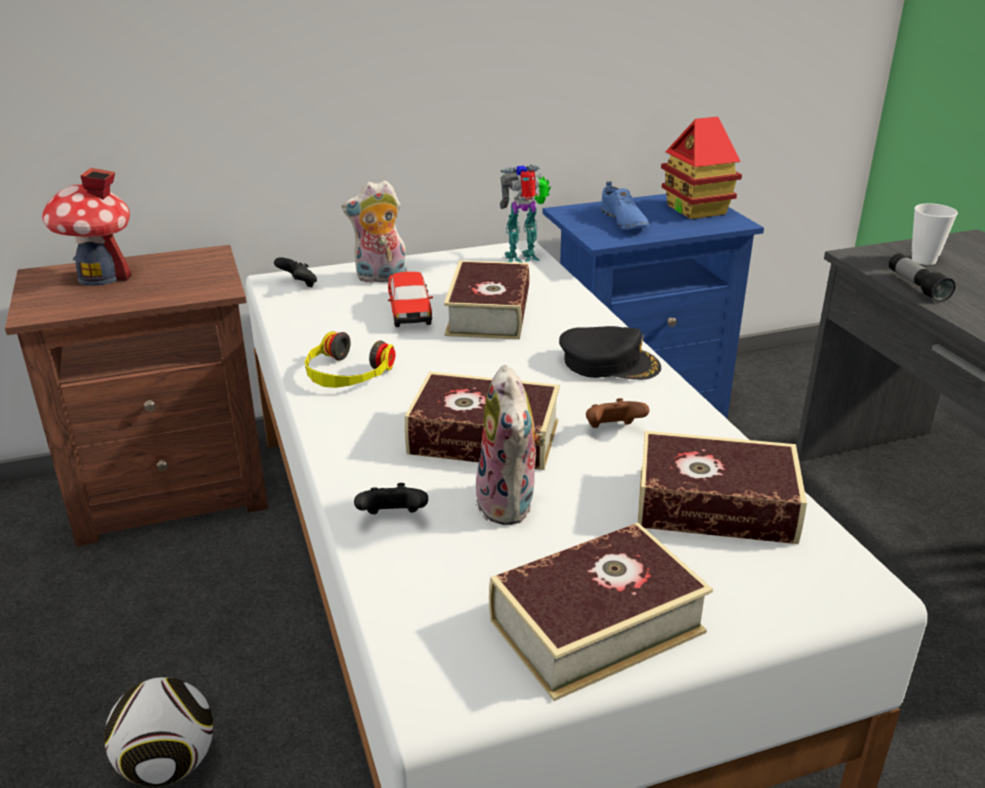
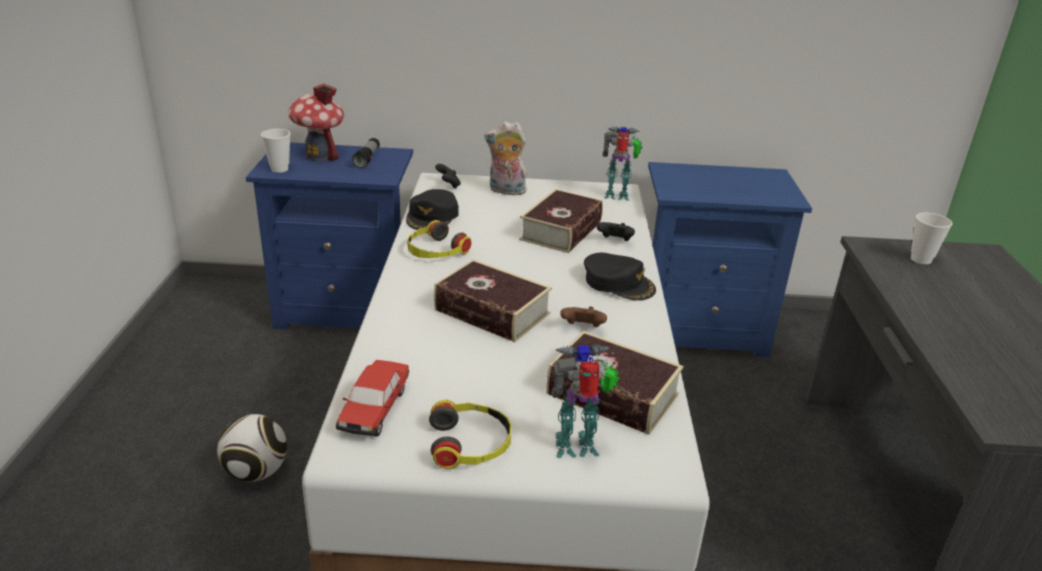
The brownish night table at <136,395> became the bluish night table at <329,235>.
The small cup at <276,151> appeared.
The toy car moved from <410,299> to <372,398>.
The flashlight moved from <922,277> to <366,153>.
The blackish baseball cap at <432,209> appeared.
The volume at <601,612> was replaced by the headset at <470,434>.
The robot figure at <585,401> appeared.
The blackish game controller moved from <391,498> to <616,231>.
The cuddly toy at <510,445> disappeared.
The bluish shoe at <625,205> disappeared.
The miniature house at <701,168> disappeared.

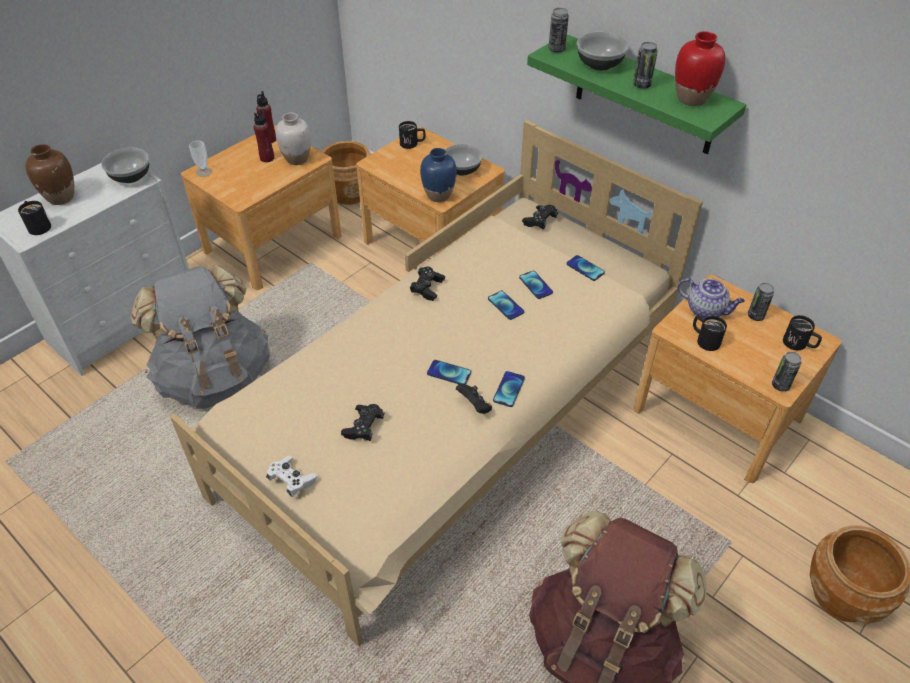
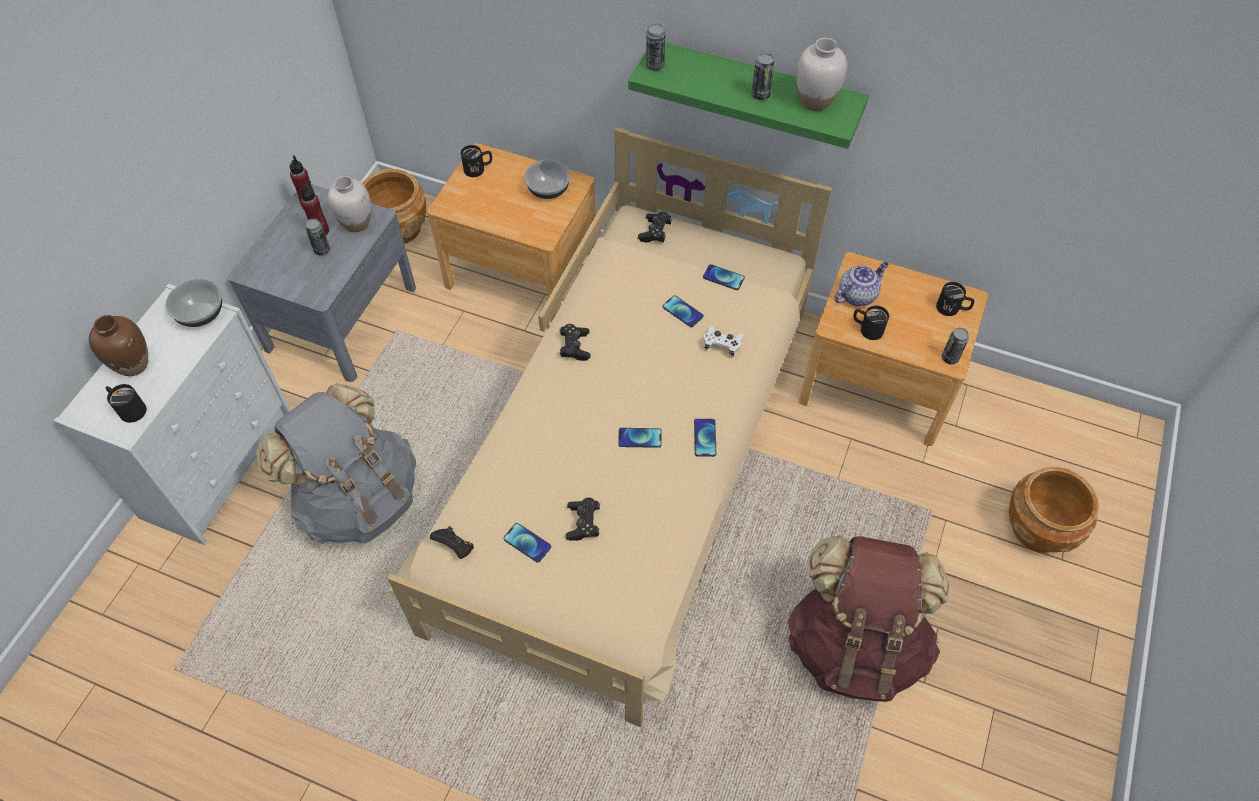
The brownish night table at <261,207> became the greyish night table at <322,283>.
The can moved from <761,302> to <317,237>.
The blackish game controller moved from <474,399> to <452,542>.
The phone moved from <506,305> to <527,543>.
The white game controller moved from <291,476> to <724,341>.
The red-coloured decorative vase at <700,68> became the white decorative vase at <822,74>.
The teapot at <711,298> turned 45 degrees counterclockwise.
The small cup at <200,159> disappeared.
The bluish decorative vase at <438,175> disappeared.
The deep dish at <603,51> disappeared.

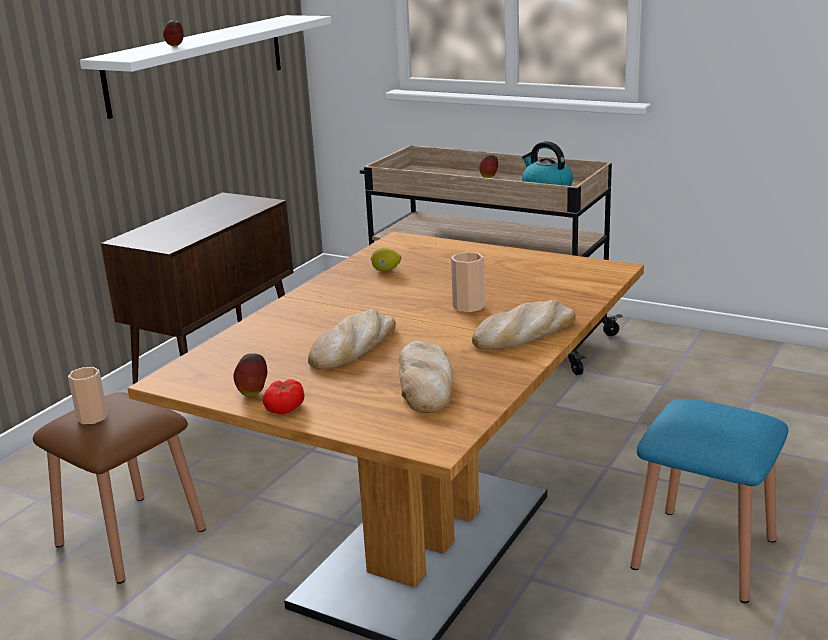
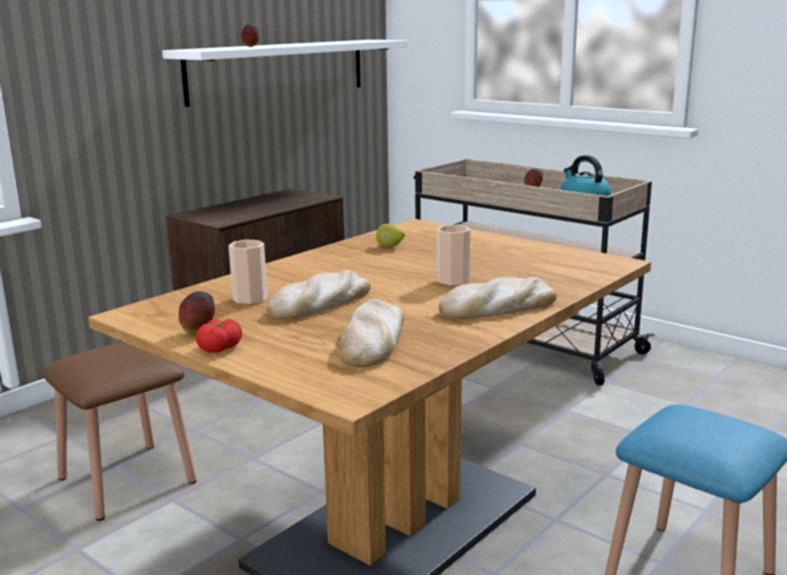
The small cup moved from <88,395> to <248,272>.

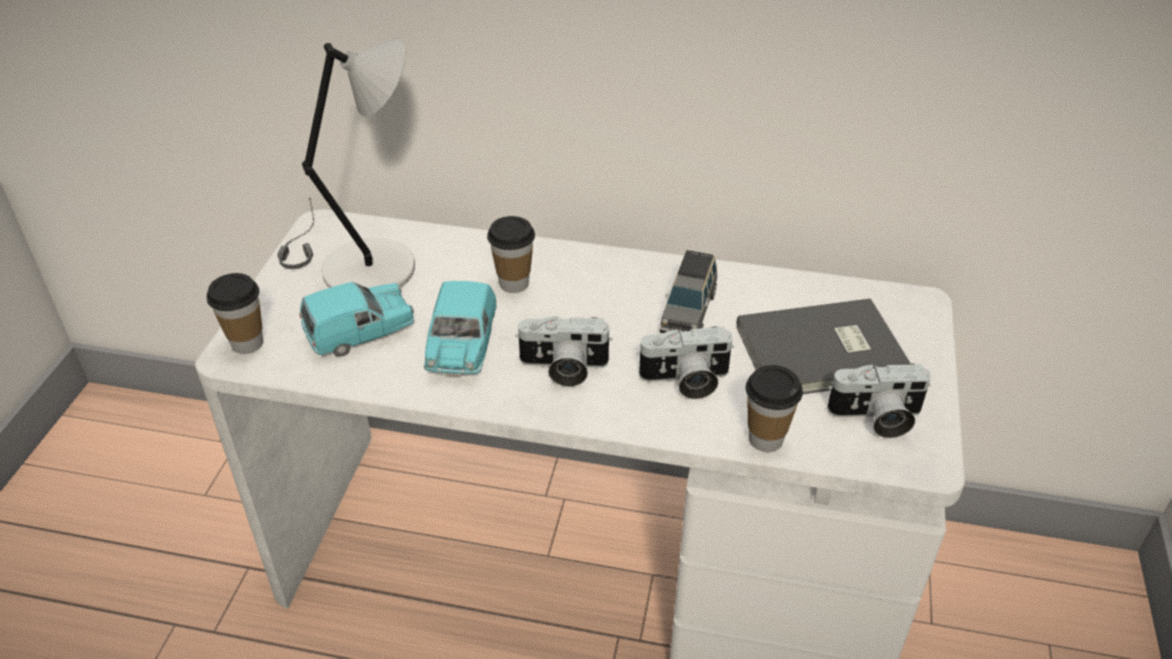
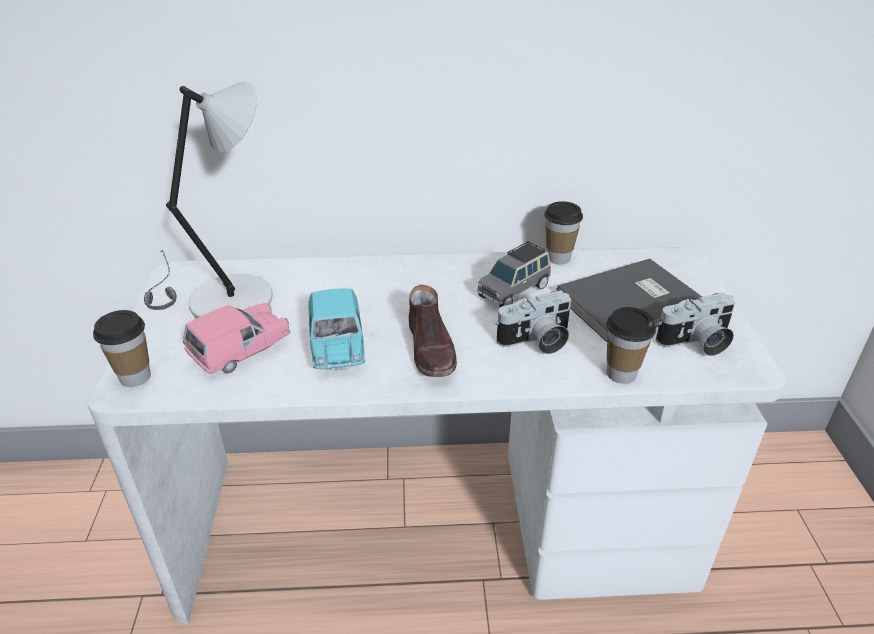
The blue-green toy car at <356,319> became the pink-coloured toy car at <236,338>.
The photo camera at <564,351> was replaced by the brownish shoe at <433,331>.
The greyish toy car at <688,291> turned 45 degrees clockwise.
The small cup moved from <511,254> to <563,232>.

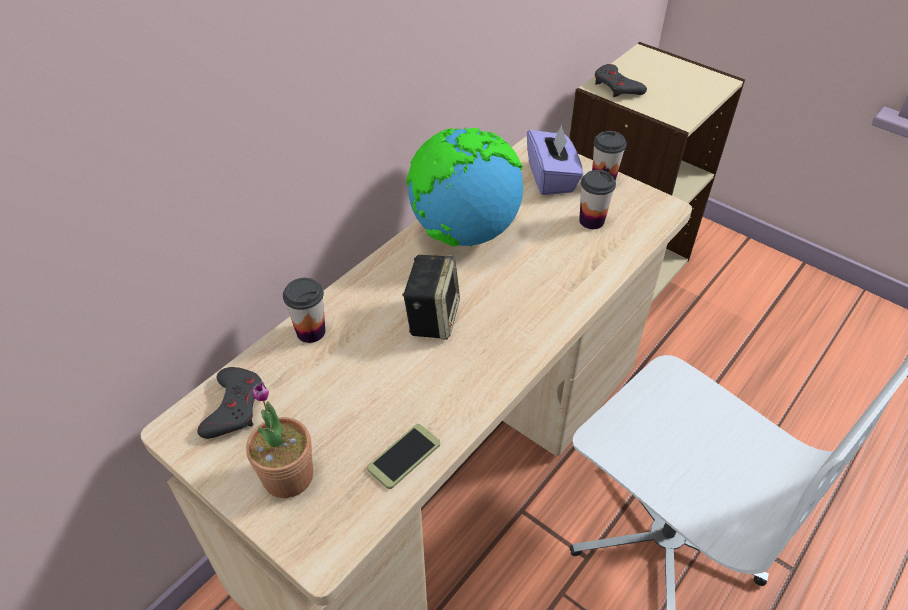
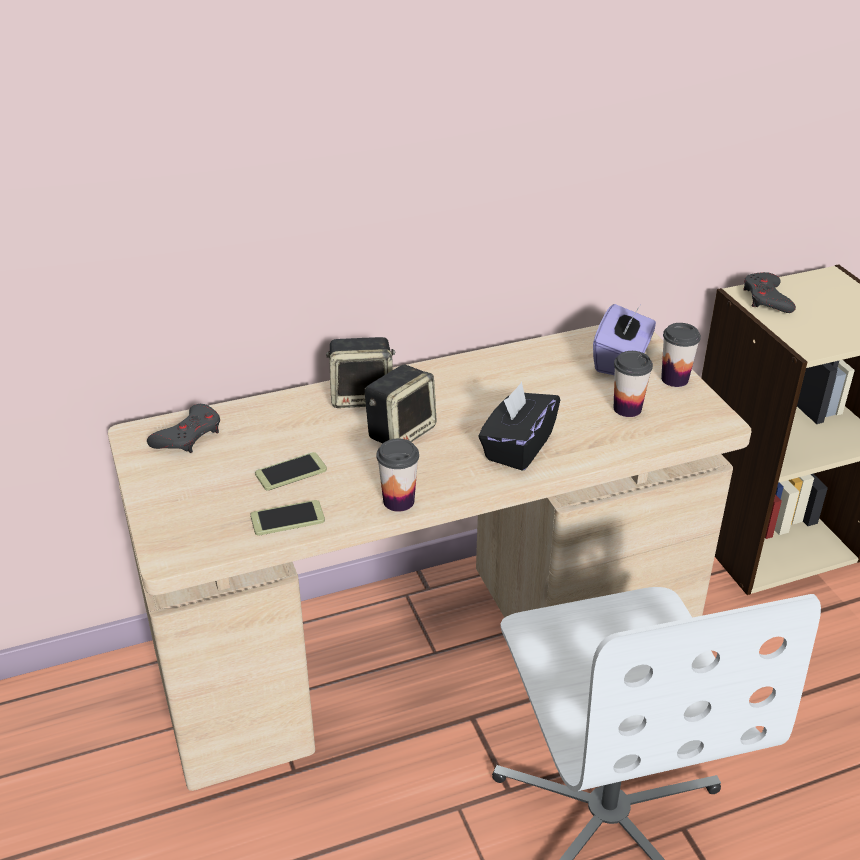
The phone at <291,471> appeared.
The audio speaker at <360,372> appeared.
The small cup moved from <304,310> to <397,475>.
The blackish tissue box at <519,426> appeared.
The potted plant at <279,439> disappeared.
The world globe at <464,187> disappeared.

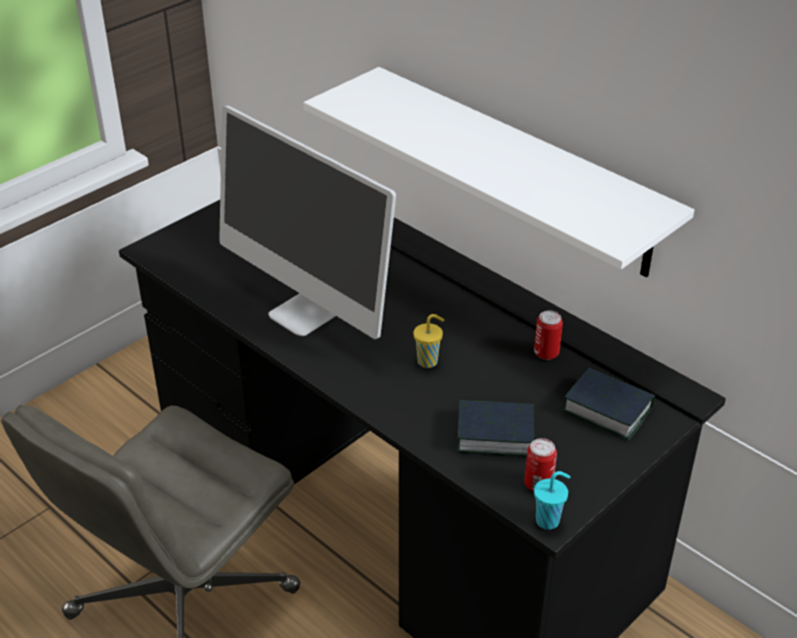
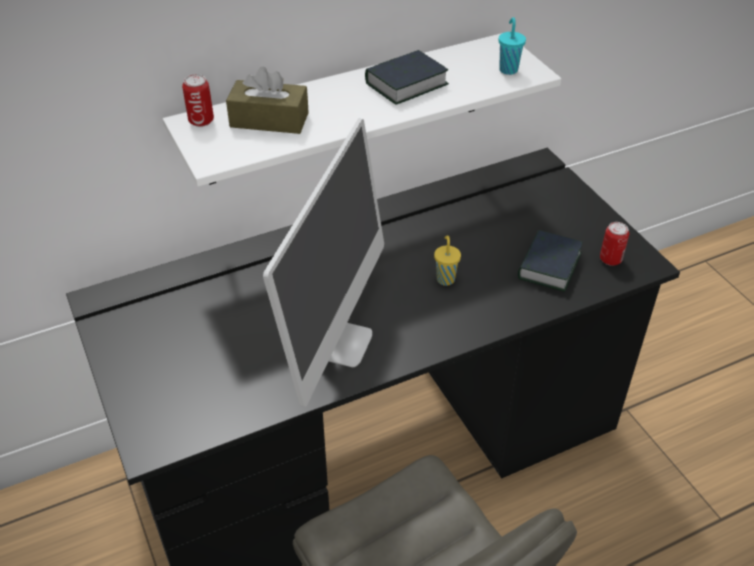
The can moved from <548,335> to <198,100>.
The brownish tissue box at <267,100> appeared.
The computer screen at <307,222> turned 45 degrees counterclockwise.
The volume moved from <609,404> to <407,77>.
The blue-green small cup moved from <552,500> to <512,46>.

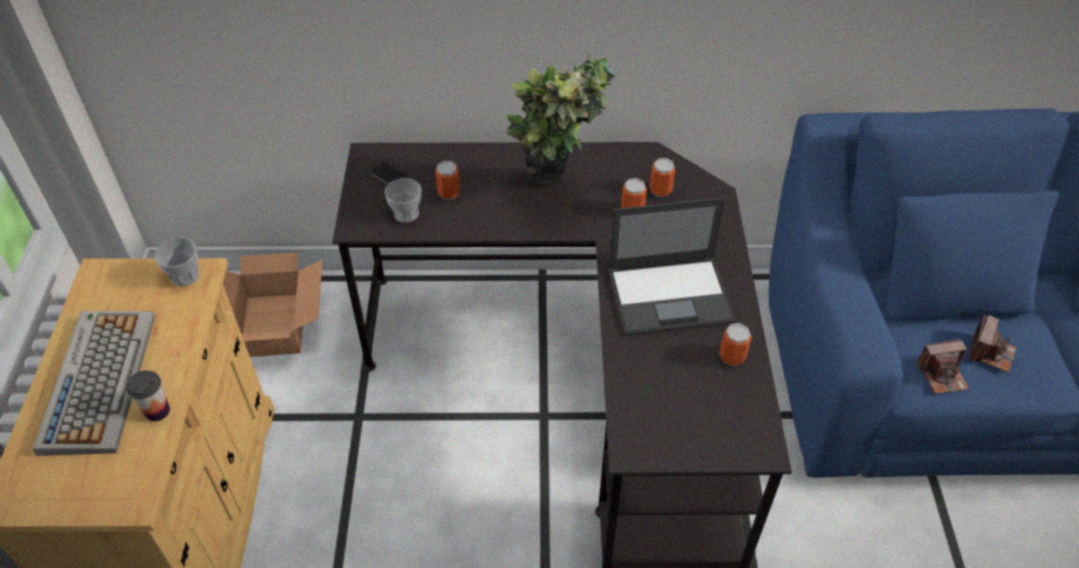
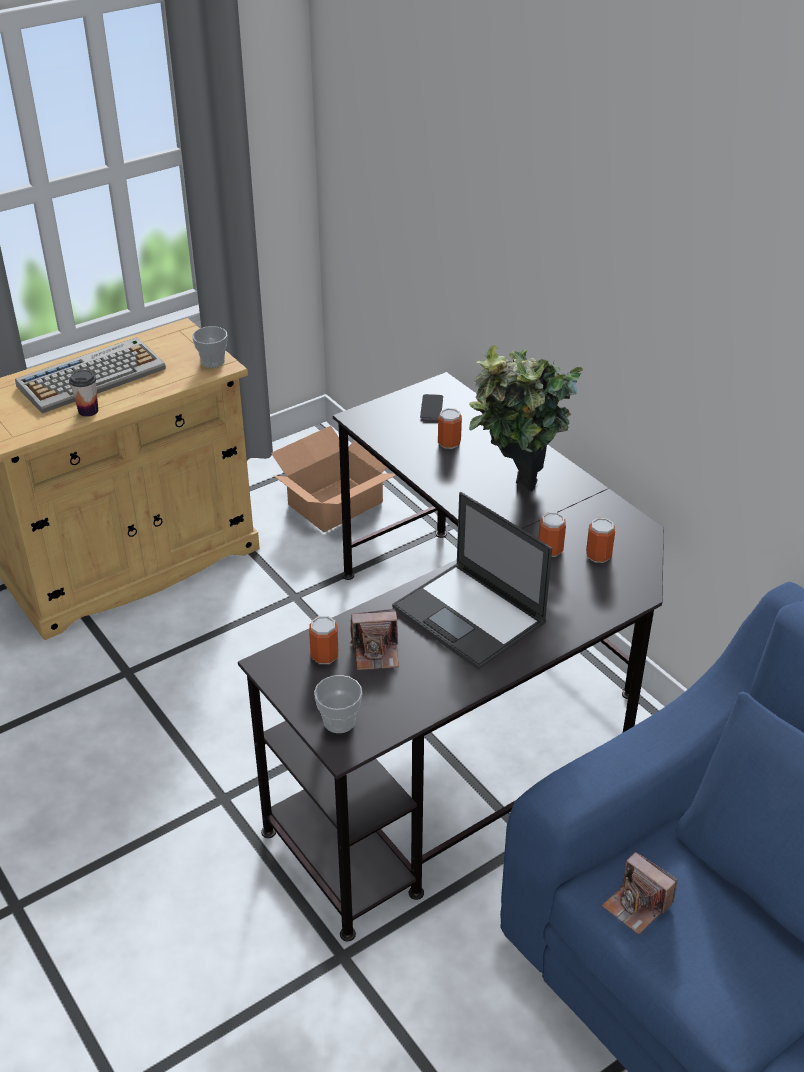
The can moved from <735,344> to <323,640>.
The small cup moved from <403,200> to <338,704>.
The photo camera moved from <992,343> to <374,639>.

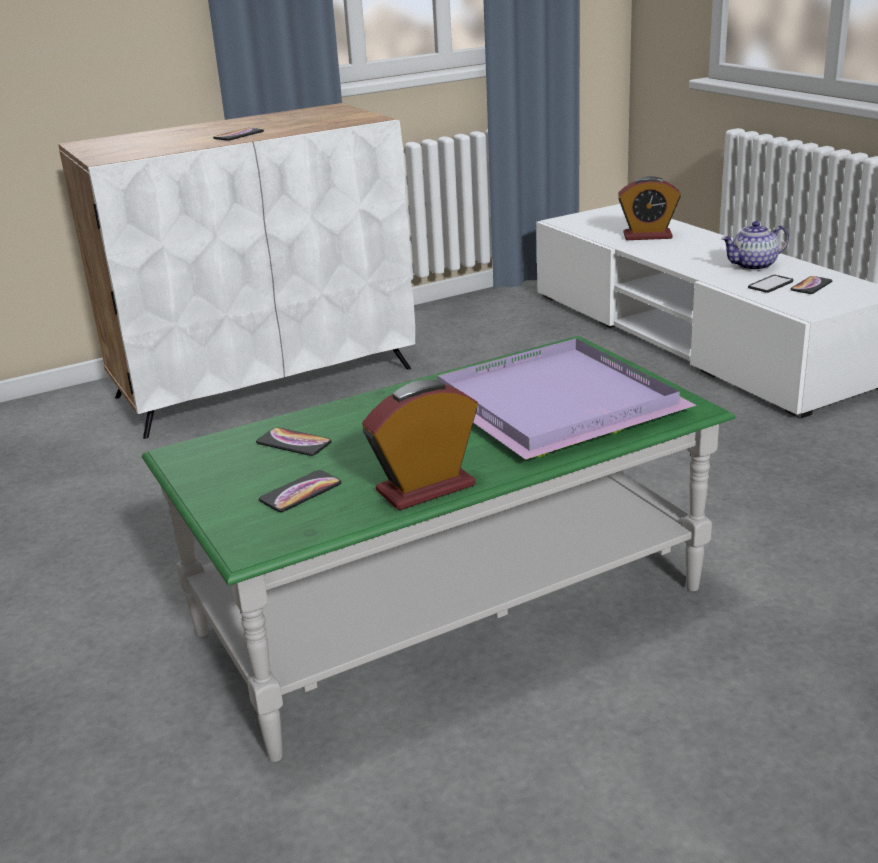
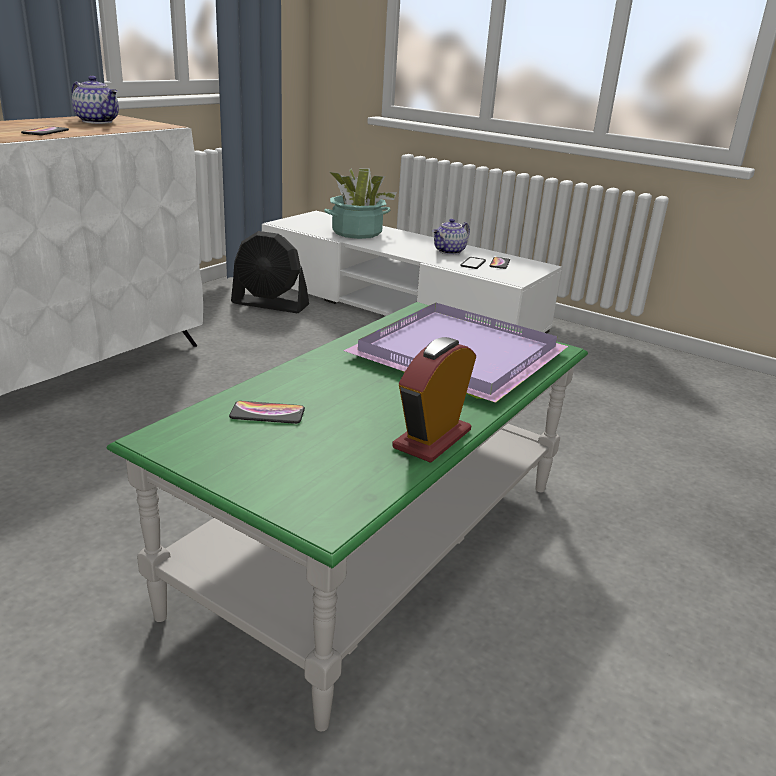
The teapot at <95,100> appeared.
The blackish cooling fan at <270,272> appeared.
The alarm clock at <649,208> was replaced by the potted plant at <360,203>.
The phone at <300,491> disappeared.

